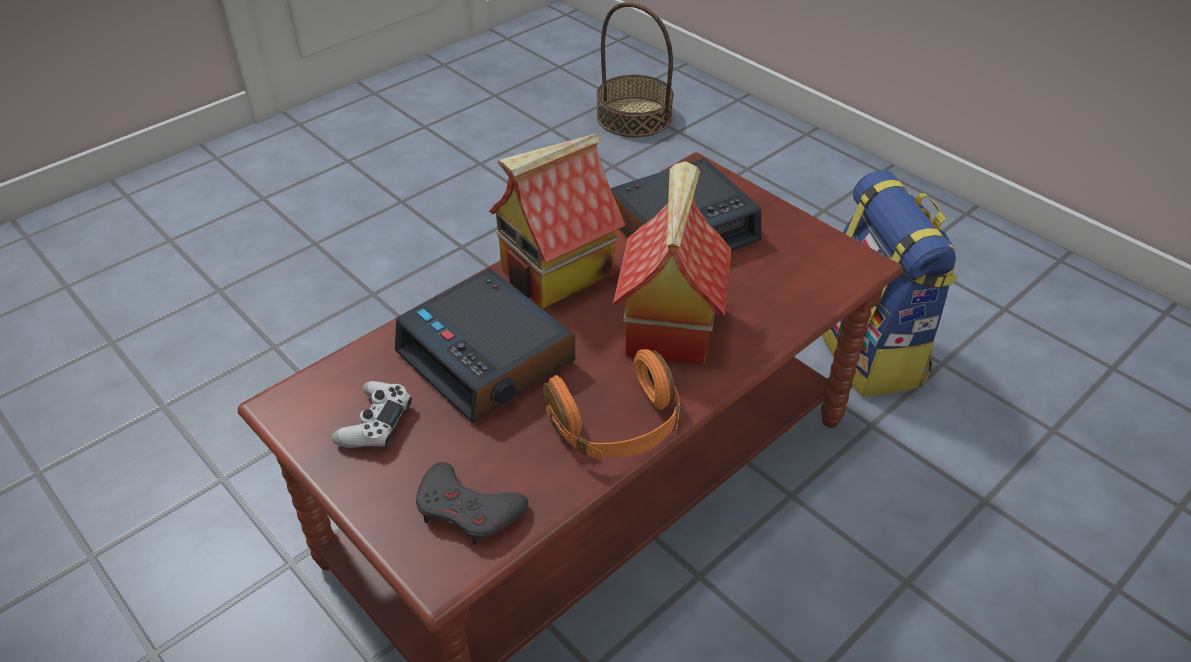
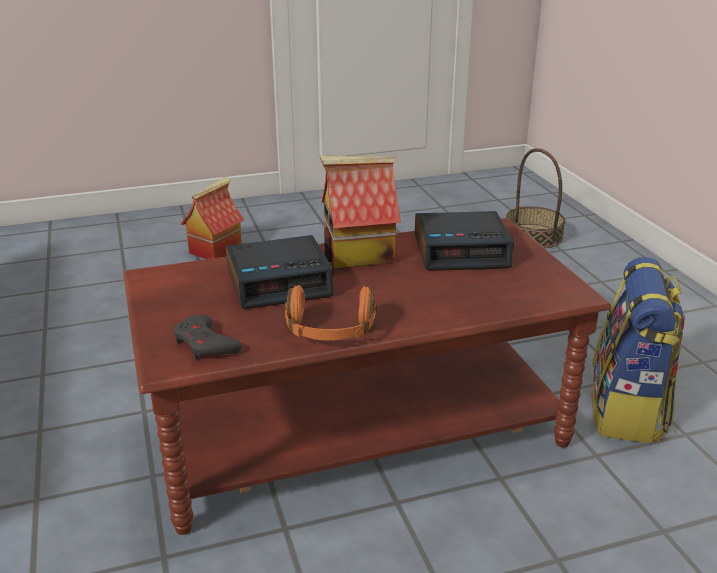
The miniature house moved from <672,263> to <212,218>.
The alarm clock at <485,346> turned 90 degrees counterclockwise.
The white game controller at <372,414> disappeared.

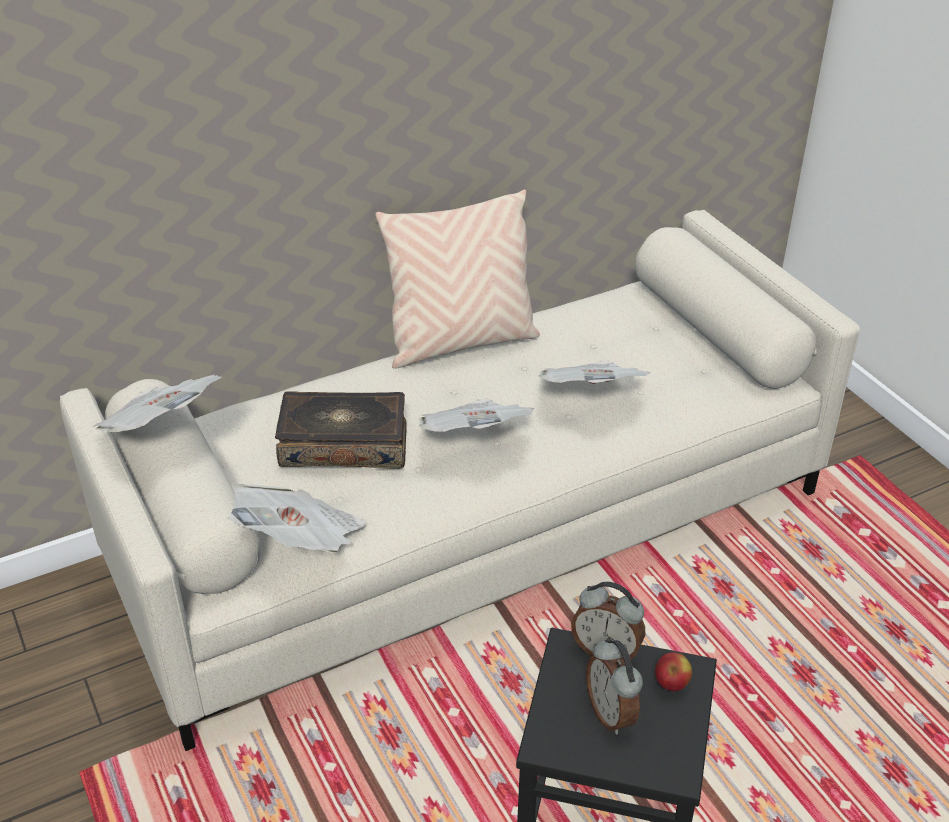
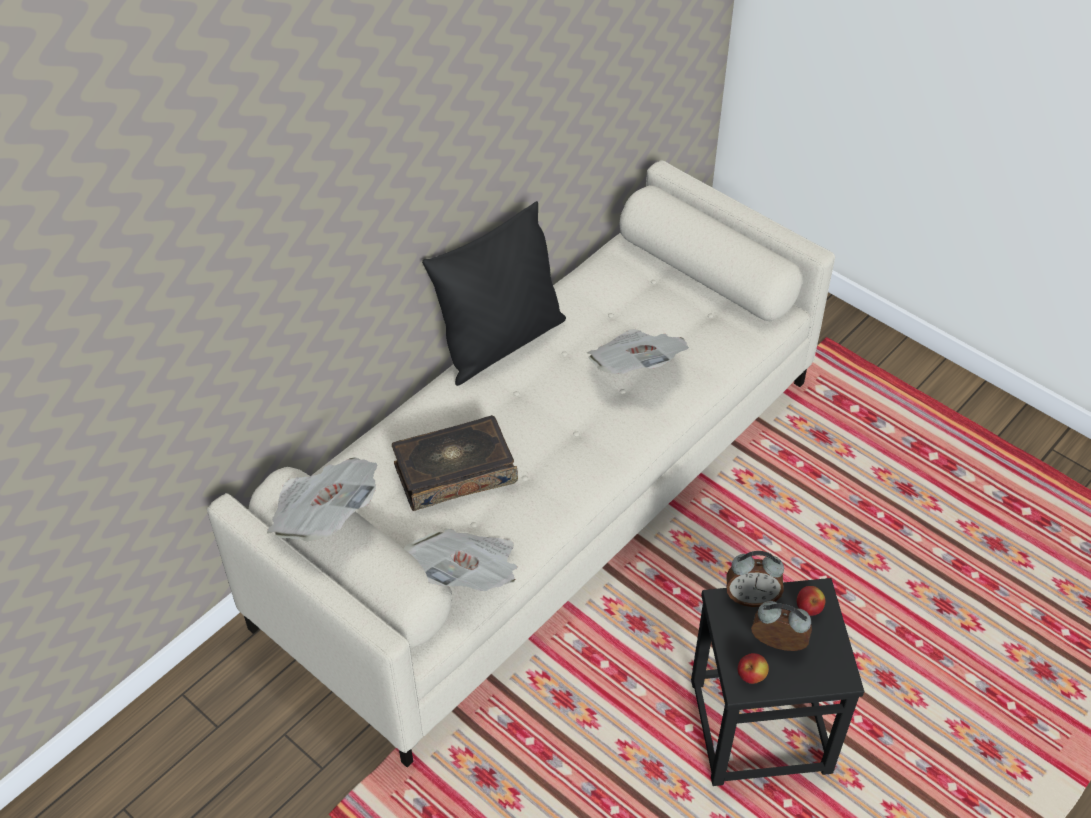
The sand-coloured throw pillow at <457,279> became the blackish throw pillow at <494,293>.
The apple at <753,668> appeared.
The alarm clock at <614,685> turned 150 degrees clockwise.
The printed paper at <476,415> disappeared.

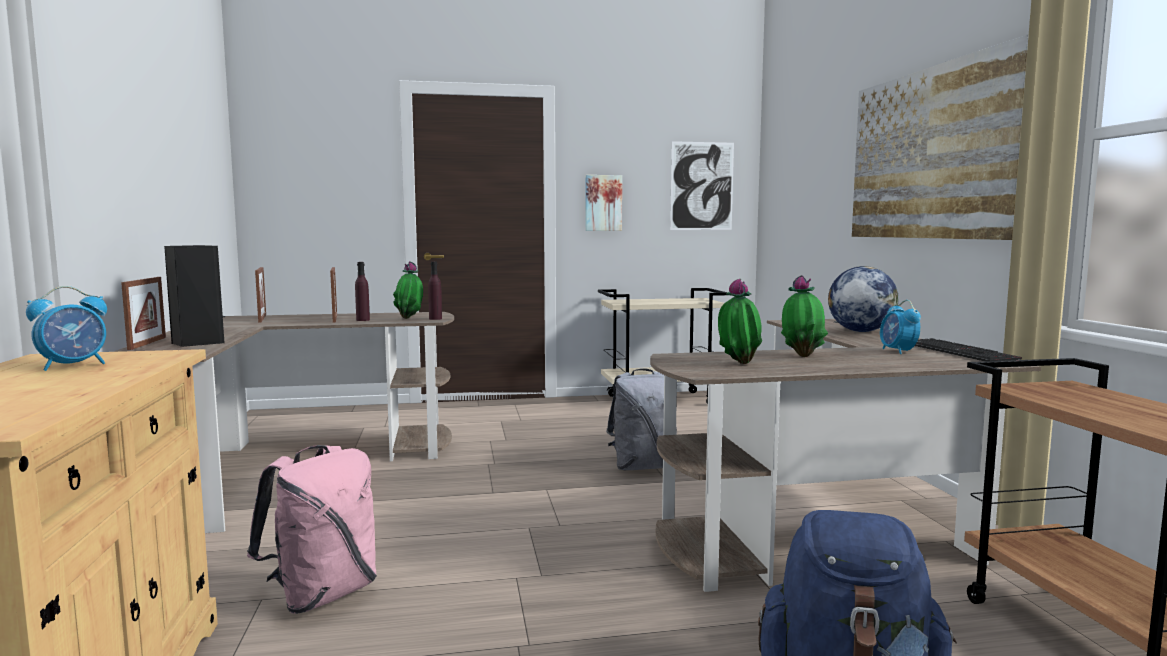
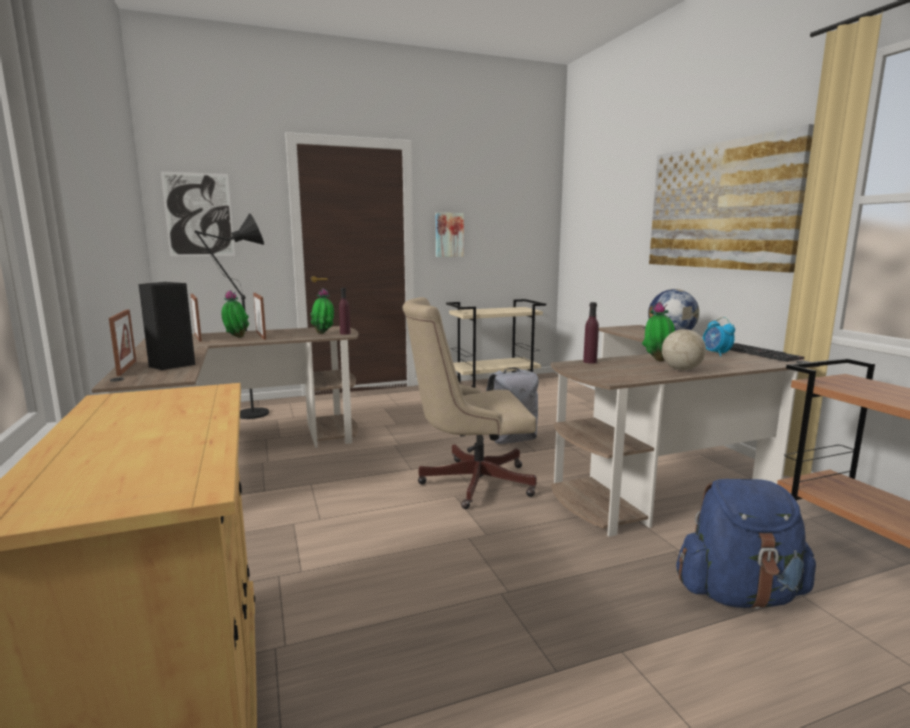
The wall art moved from <702,185> to <198,214>.
The blackish standing lamp at <231,316> appeared.
The potted plant moved from <740,321> to <235,314>.
The sand-coloured office chair at <469,403> appeared.
The purple drink bottle moved from <362,291> to <591,333>.
The world globe at <684,338> appeared.
The alarm clock at <66,328> disappeared.
The pink-coloured rucksack at <312,529> disappeared.

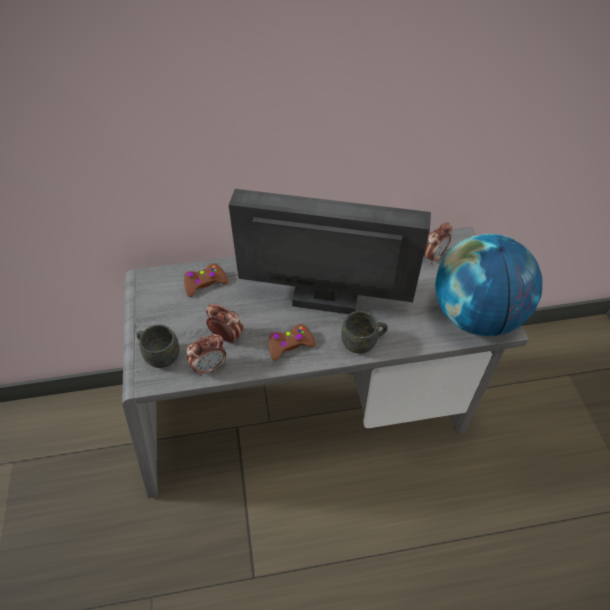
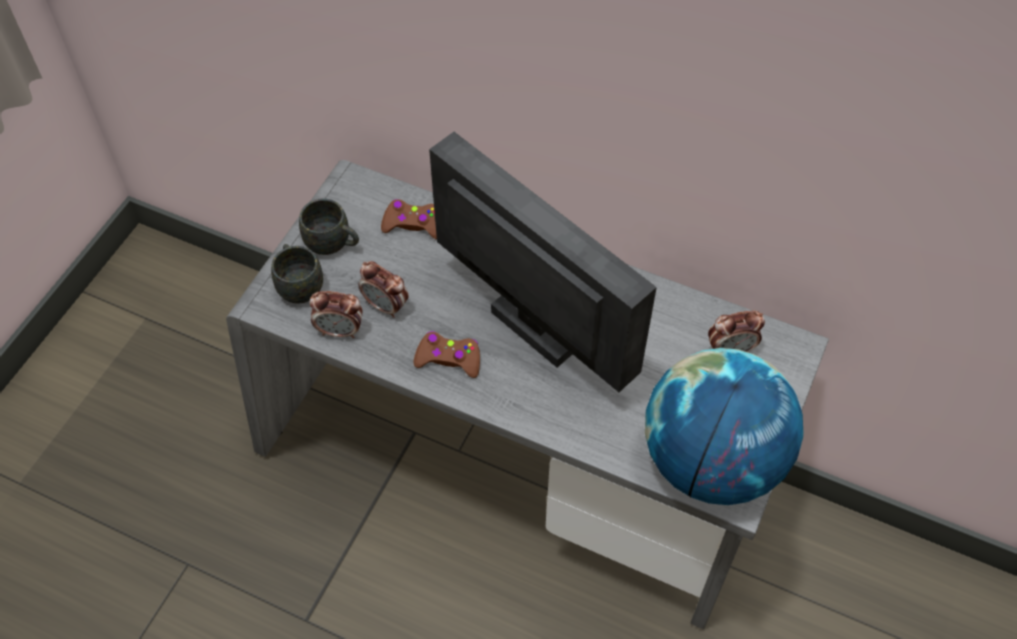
The greyish tea mug moved from <364,332> to <329,226>.
The alarm clock at <224,324> turned 150 degrees clockwise.

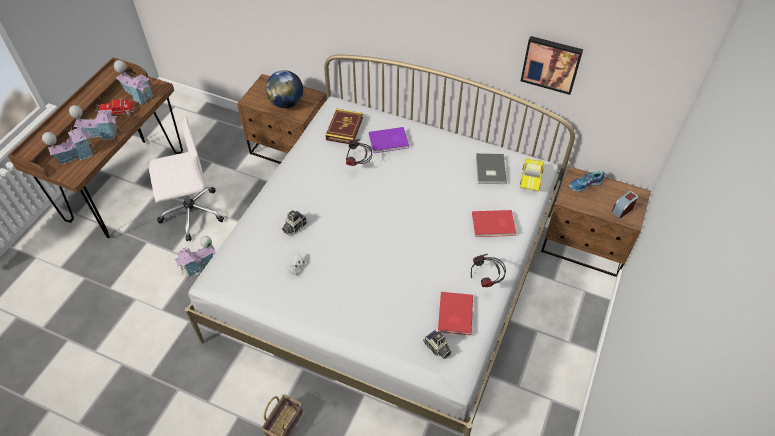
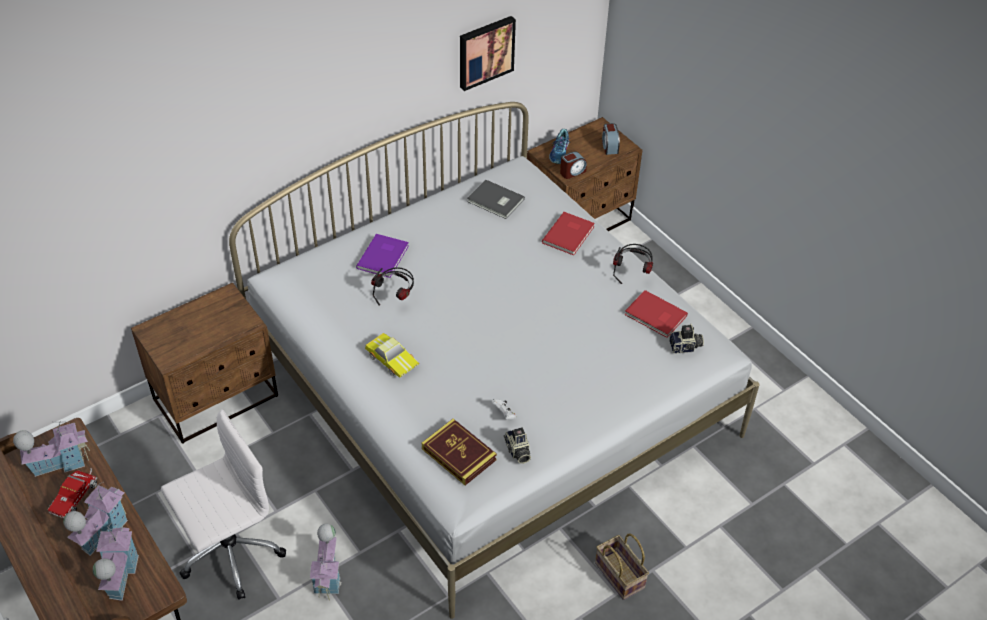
The white office chair at <185,179> turned 45 degrees clockwise.
The toy car moved from <532,175> to <392,355>.
The volume moved from <344,126> to <459,452>.
The photo camera moved from <294,222> to <517,446>.
The alarm clock at <573,165> appeared.
The world globe at <284,89> disappeared.

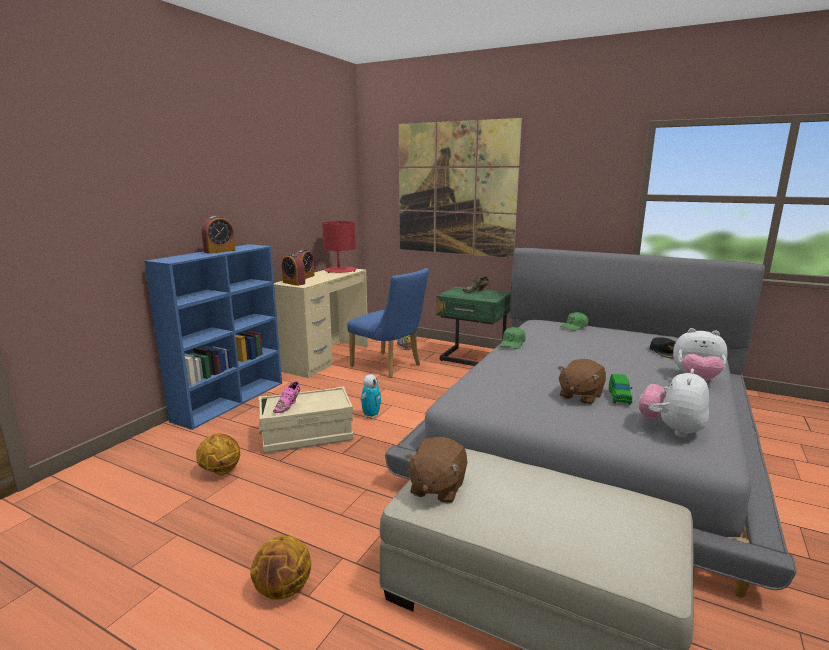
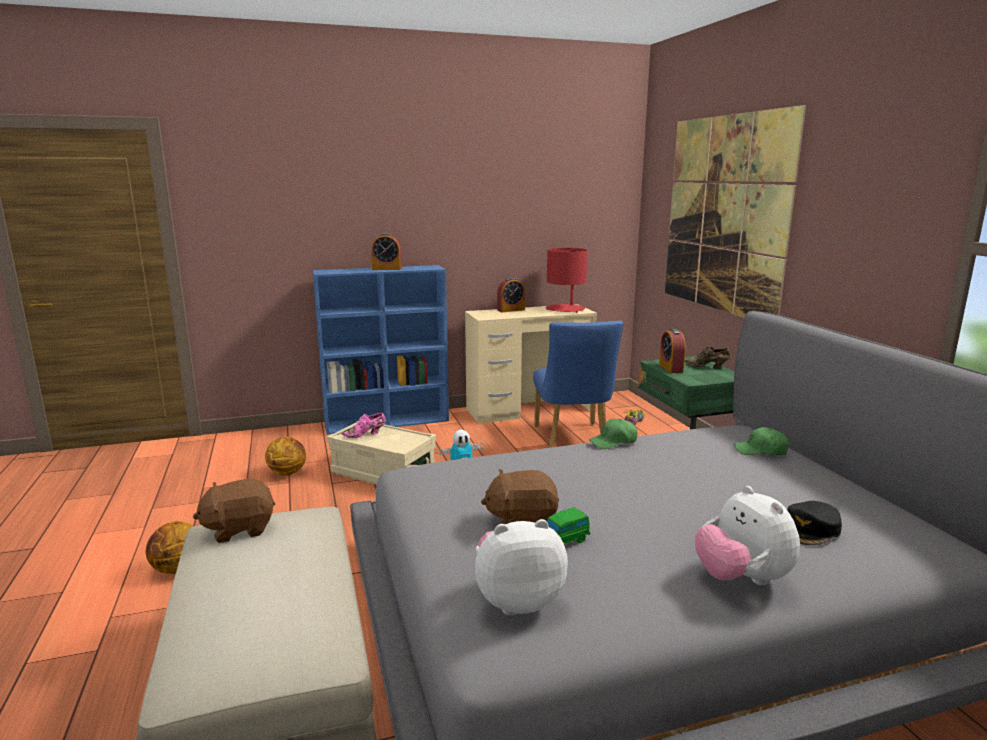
The alarm clock moved from <293,270> to <672,351>.

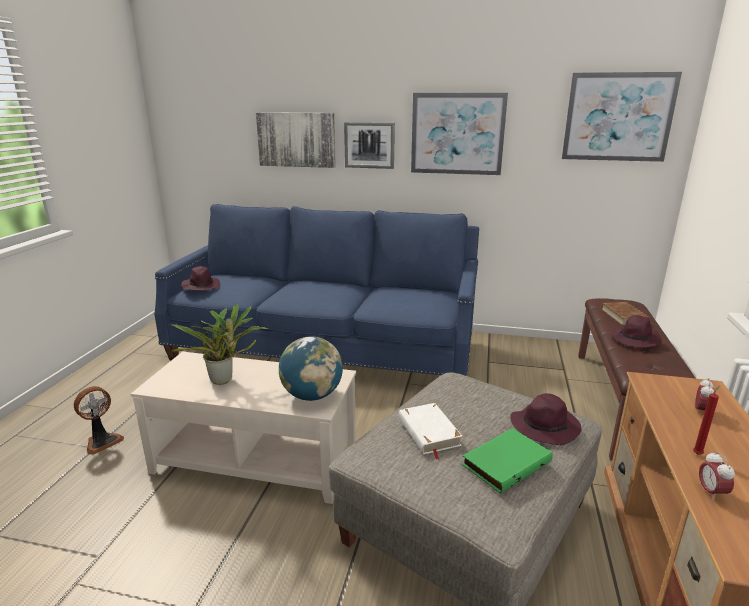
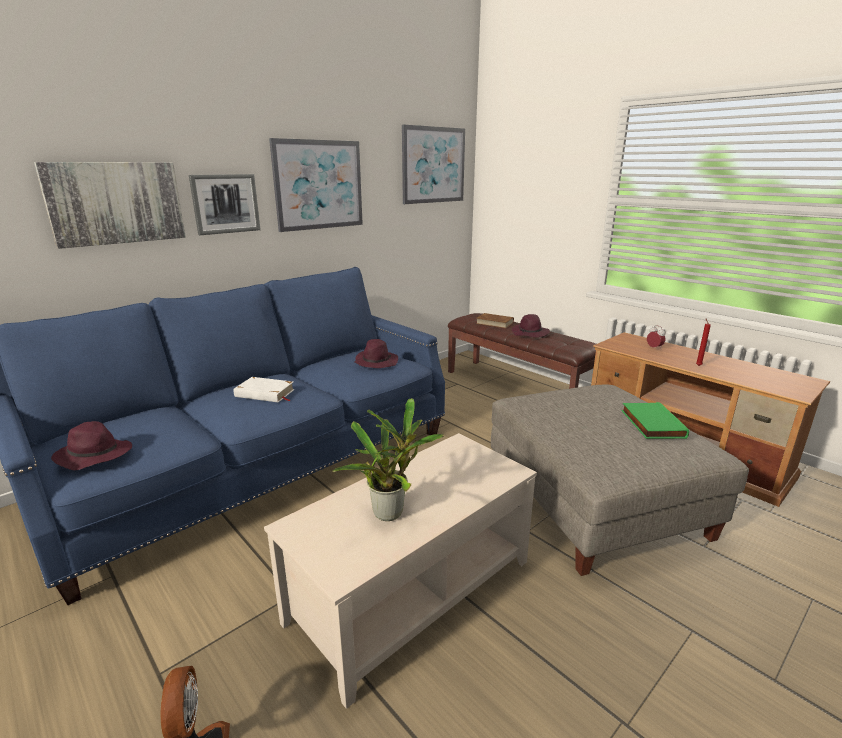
The white volume moved from <430,431> to <264,389>.
The purple hat moved from <545,419> to <376,353>.
The world globe at <311,369> disappeared.
The alarm clock at <717,476> disappeared.

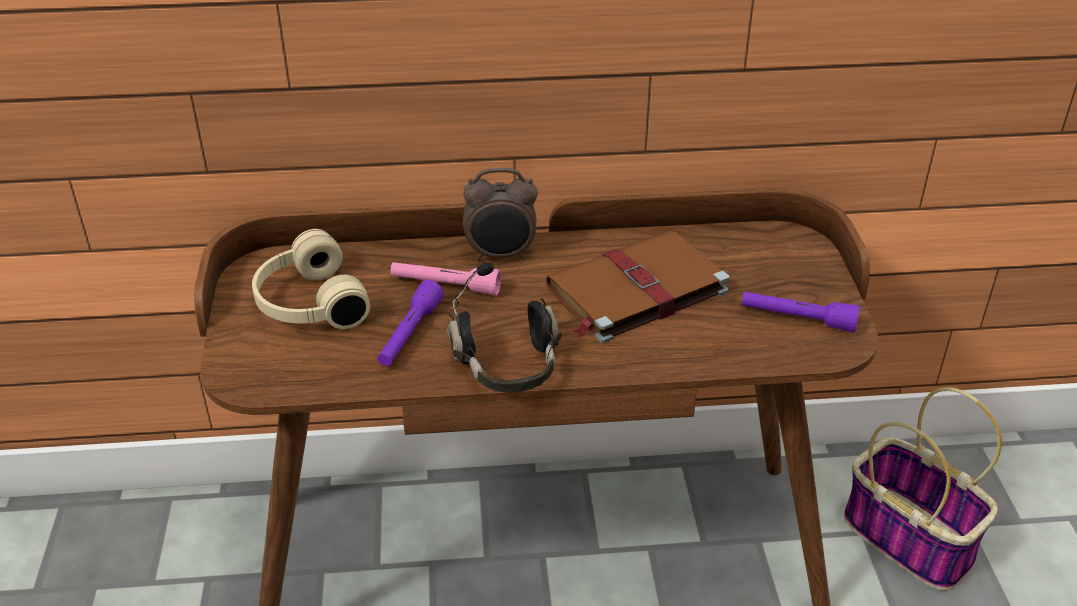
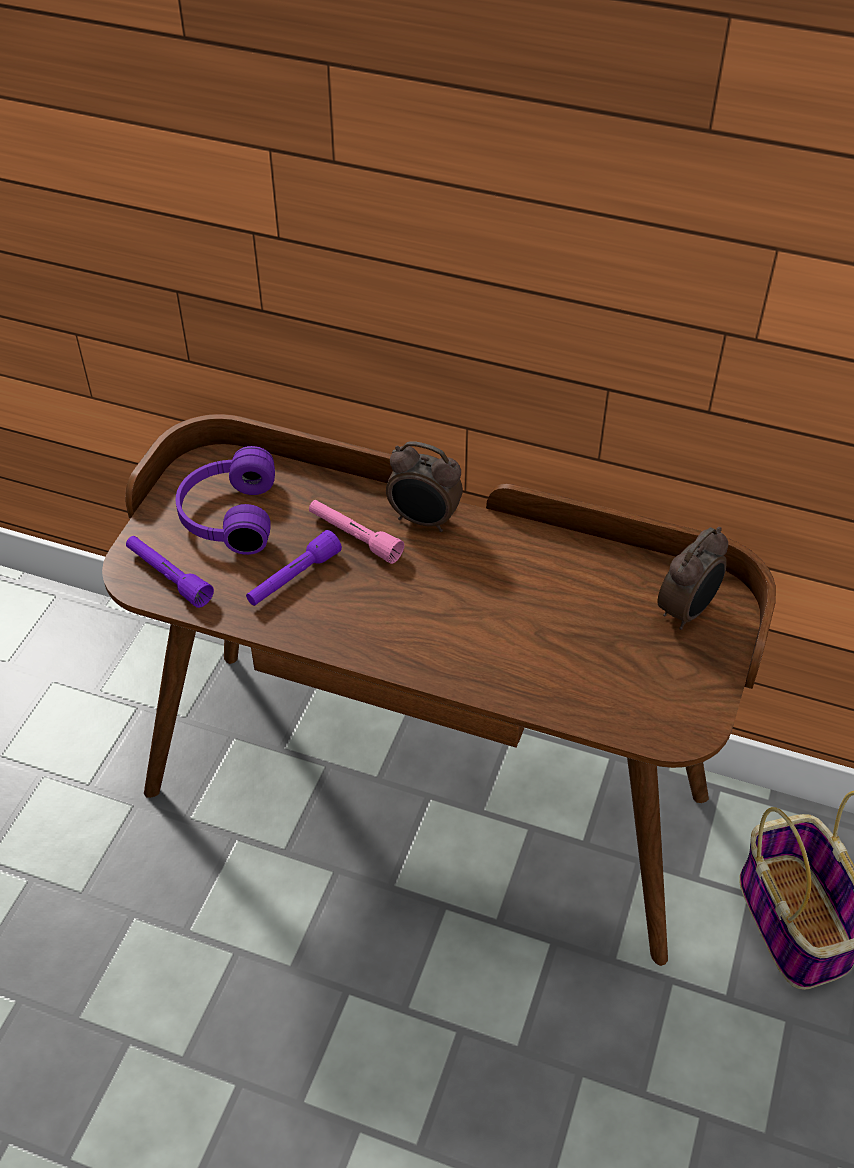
The purple flashlight moved from <800,311> to <170,572>.
The sand-coloured headset at <311,279> became the purple headset at <225,500>.
The alarm clock at <692,578> appeared.
The blackish headset at <504,328> disappeared.
The brownish volume at <638,286> disappeared.

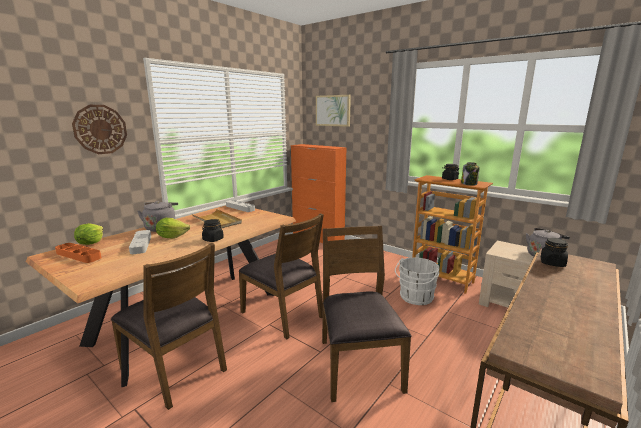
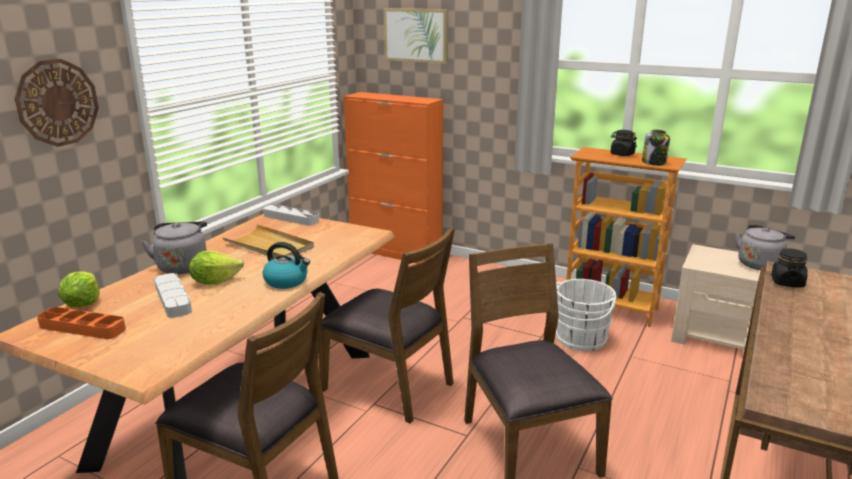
The blackish storage jar at <213,230> was replaced by the kettle at <286,265>.

